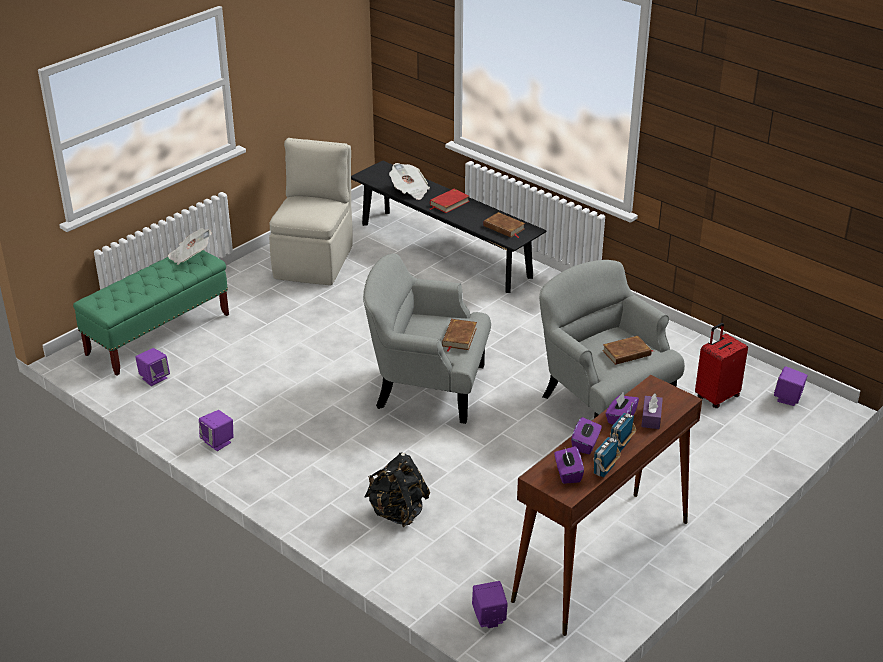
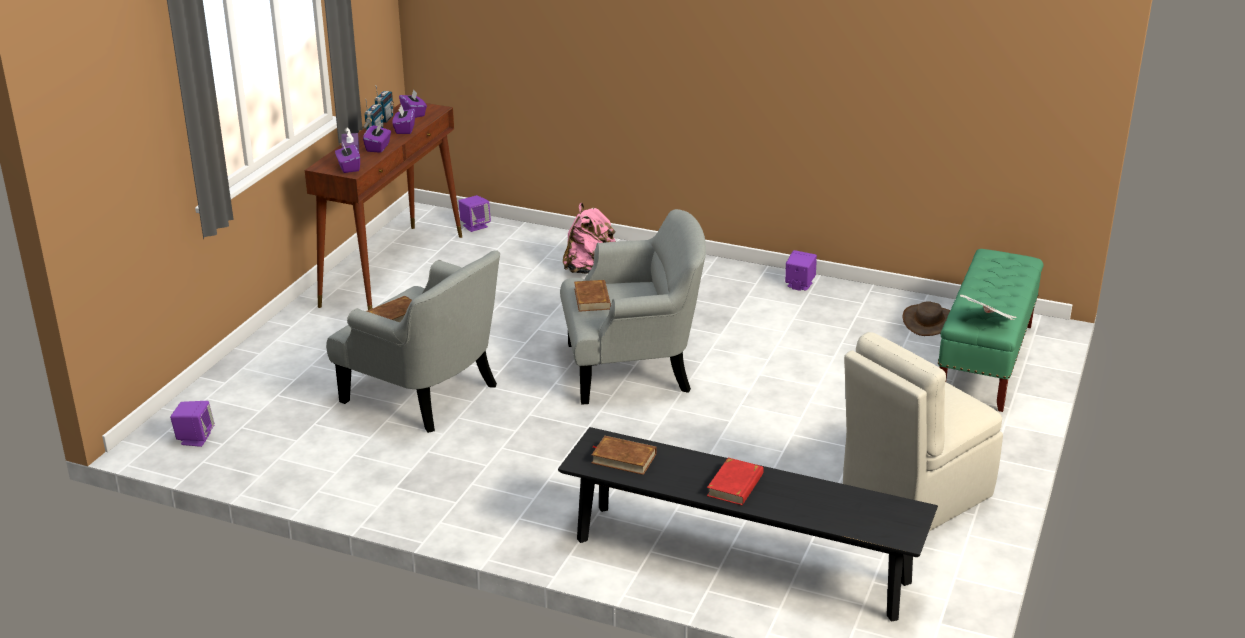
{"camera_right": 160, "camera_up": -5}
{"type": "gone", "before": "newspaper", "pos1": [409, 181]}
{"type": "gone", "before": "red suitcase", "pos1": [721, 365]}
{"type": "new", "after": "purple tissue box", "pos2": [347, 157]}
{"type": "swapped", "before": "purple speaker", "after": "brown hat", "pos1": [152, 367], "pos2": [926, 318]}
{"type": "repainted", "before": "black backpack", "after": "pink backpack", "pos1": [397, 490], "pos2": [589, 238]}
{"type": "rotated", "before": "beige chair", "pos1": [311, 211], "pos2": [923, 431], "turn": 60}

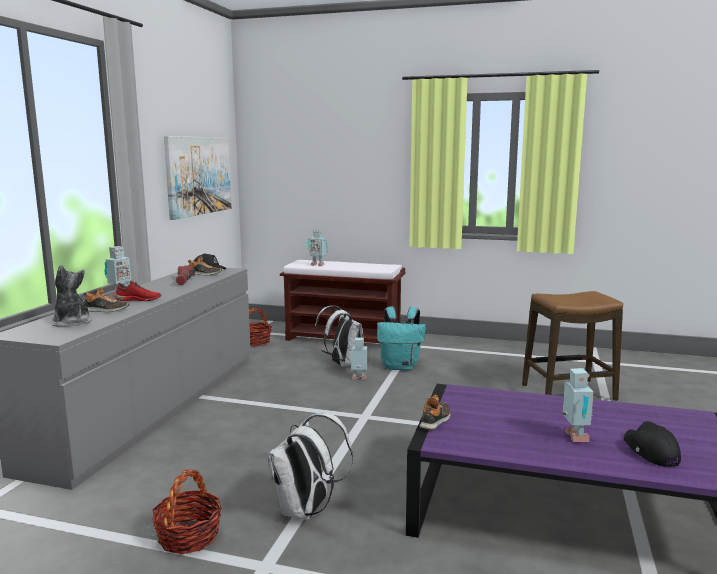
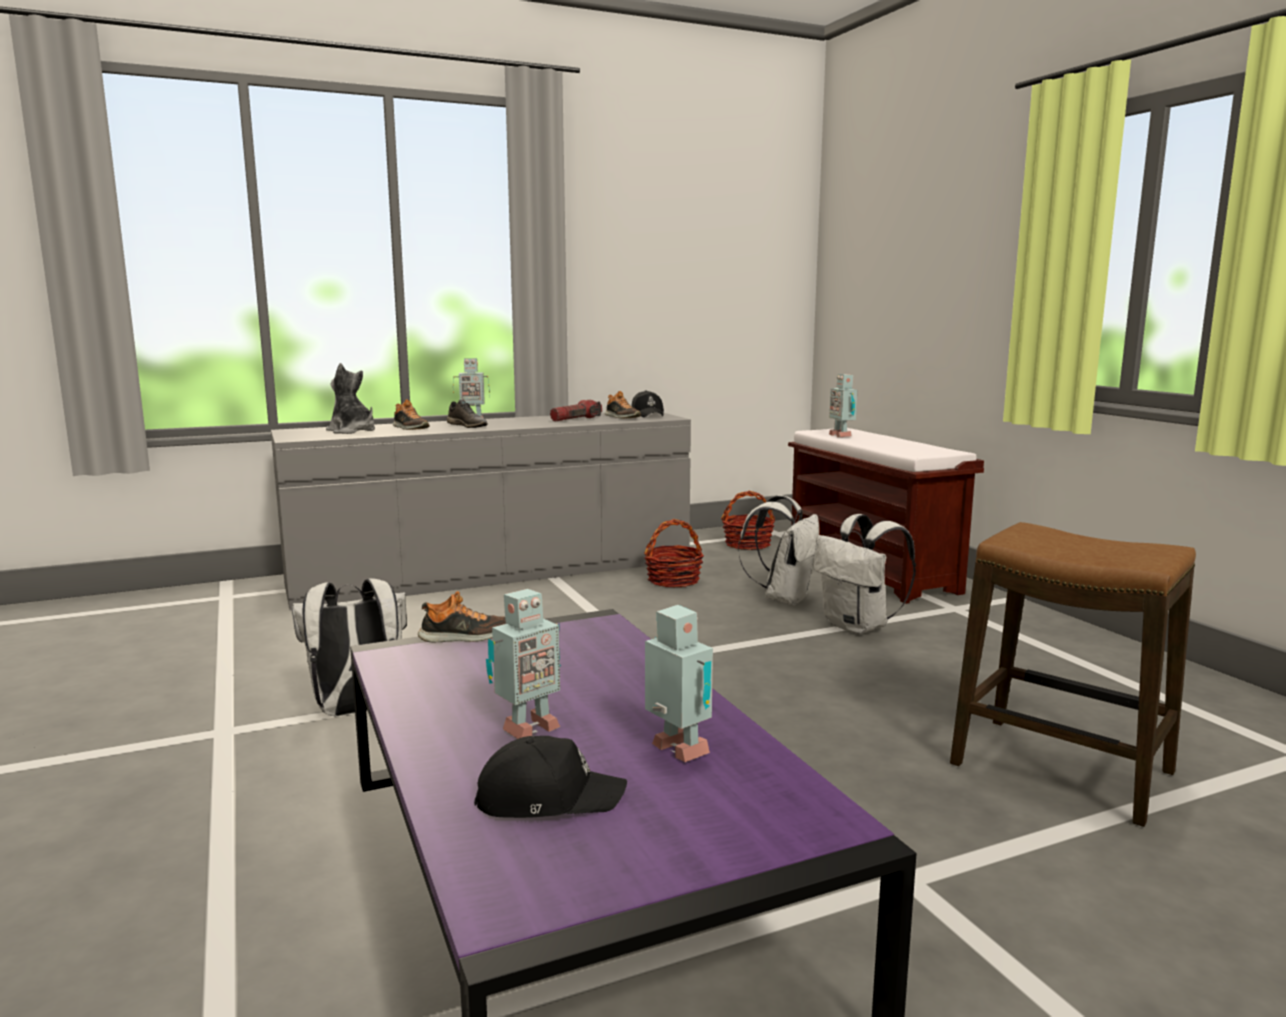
{"camera_right": 50, "camera_up": 0}
{"type": "gone", "before": "picture", "pos1": [197, 178]}
{"type": "shifted", "before": "basket", "pos1": [186, 511], "pos2": [674, 553]}
{"type": "shifted", "before": "toy robot", "pos1": [359, 358], "pos2": [679, 683]}
{"type": "repainted", "before": "red shoe", "after": "grey shoe", "pos1": [138, 291], "pos2": [467, 414]}
{"type": "repainted", "before": "turquoise backpack", "after": "white backpack", "pos1": [401, 338], "pos2": [864, 574]}
{"type": "rotated", "before": "plush toy", "pos1": [72, 296], "pos2": [350, 398], "turn": -60}
{"type": "rotated", "before": "black cap", "pos1": [652, 444], "pos2": [550, 777], "turn": 45}

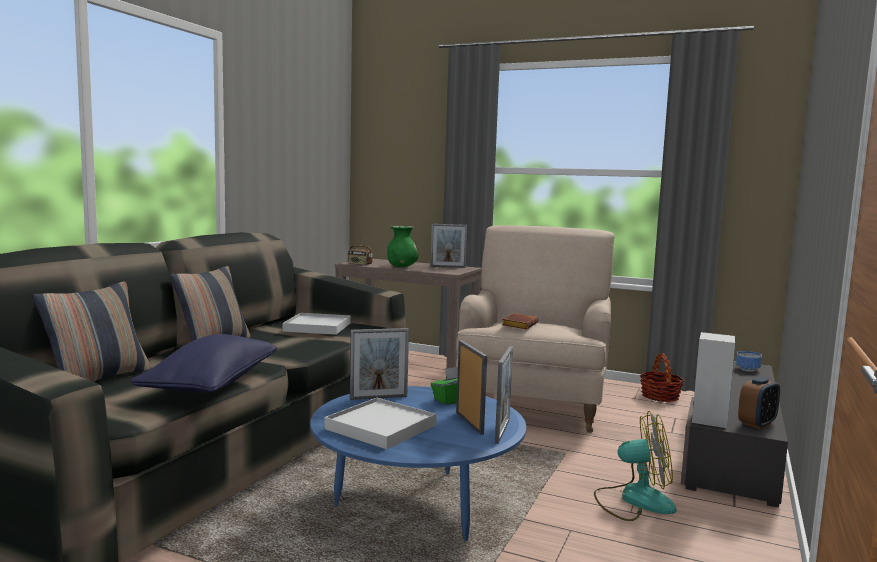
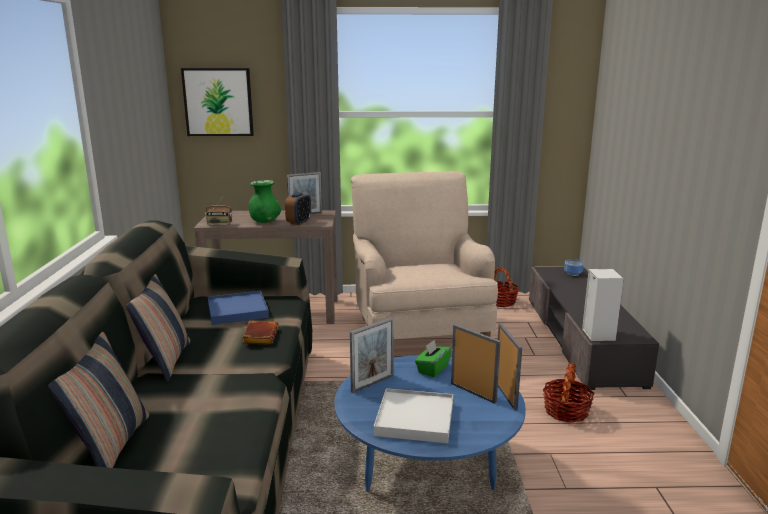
{"camera_right": -25, "camera_up": 10}
{"type": "gone", "before": "blue pillow", "pos1": [204, 363]}
{"type": "new", "after": "picture", "pos2": [217, 102]}
{"type": "shifted", "before": "brown book", "pos1": [520, 321], "pos2": [260, 333]}
{"type": "shifted", "before": "alarm clock", "pos1": [759, 403], "pos2": [298, 208]}
{"type": "swapped", "before": "fan", "after": "basket", "pos1": [635, 466], "pos2": [568, 393]}
{"type": "repainted", "before": "white tray", "after": "blue tray", "pos1": [316, 324], "pos2": [238, 308]}

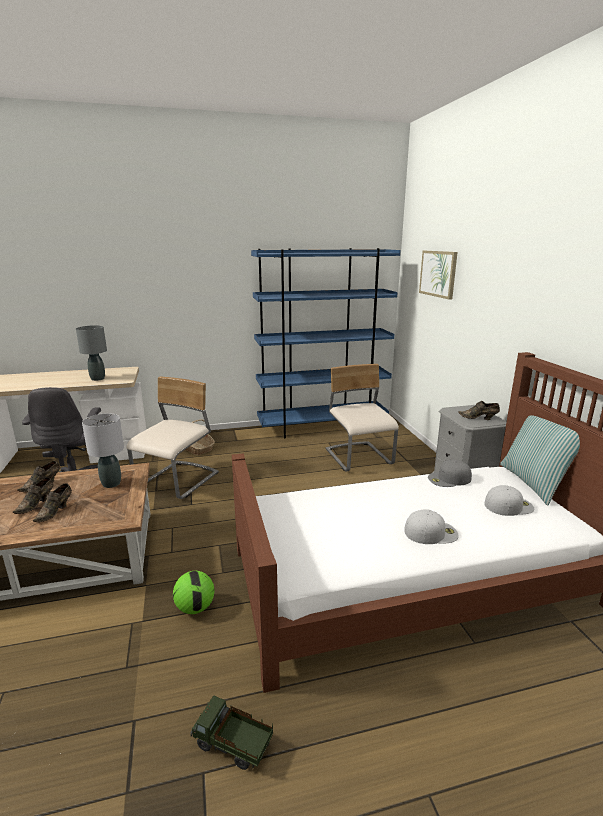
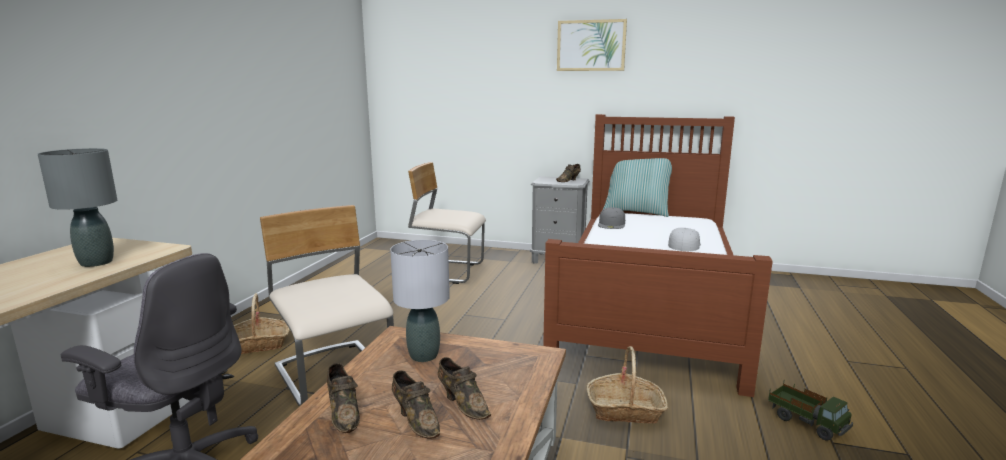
{"camera_right": -60, "camera_up": -5}
{"type": "gone", "before": "blue bookcase", "pos1": [326, 343]}
{"type": "gone", "before": "white cap", "pos1": [509, 500]}
{"type": "shifted", "before": "picture", "pos1": [438, 275], "pos2": [592, 45]}
{"type": "swapped", "before": "football", "after": "basket", "pos1": [193, 592], "pos2": [627, 385]}
{"type": "rotated", "before": "toy truck", "pos1": [231, 733], "pos2": [810, 410], "turn": -90}

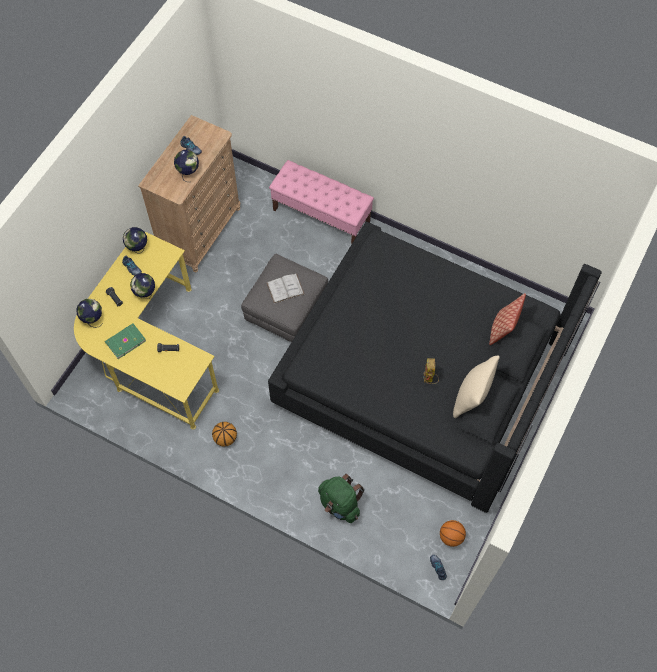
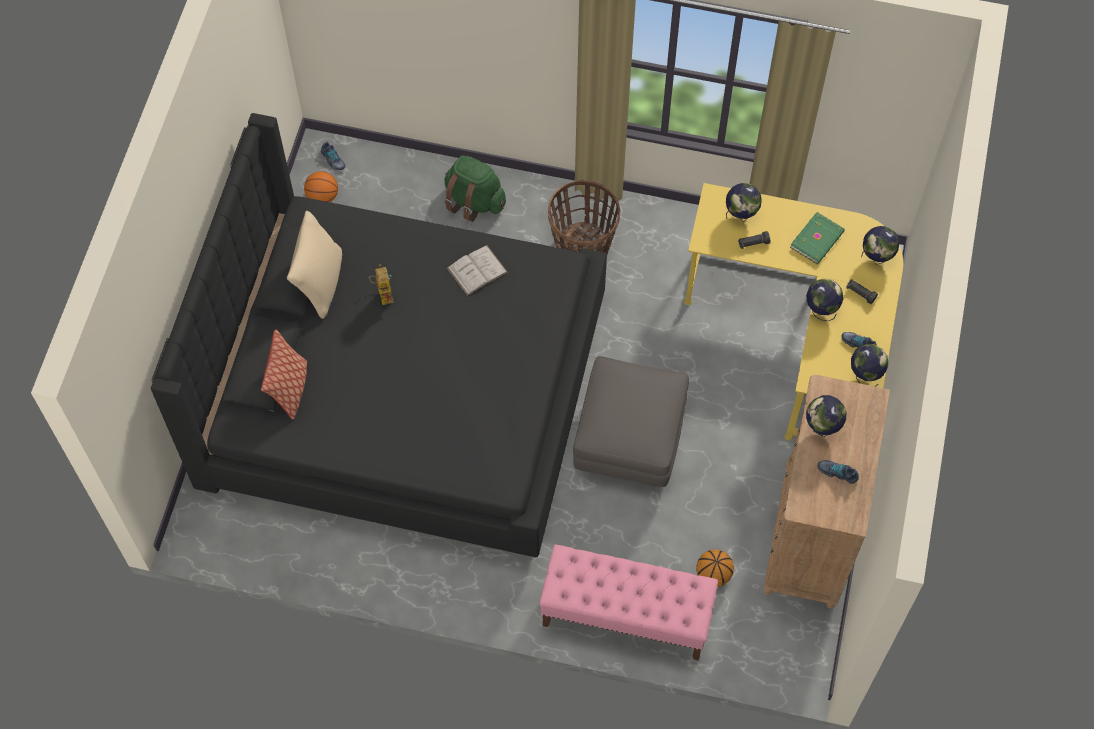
{"camera_right": 165, "camera_up": 0}
{"type": "new", "after": "basket", "pos2": [584, 217]}
{"type": "new", "after": "globe", "pos2": [744, 202]}
{"type": "shifted", "before": "basketball", "pos1": [224, 434], "pos2": [715, 568]}
{"type": "shifted", "before": "white book", "pos1": [285, 288], "pos2": [477, 270]}

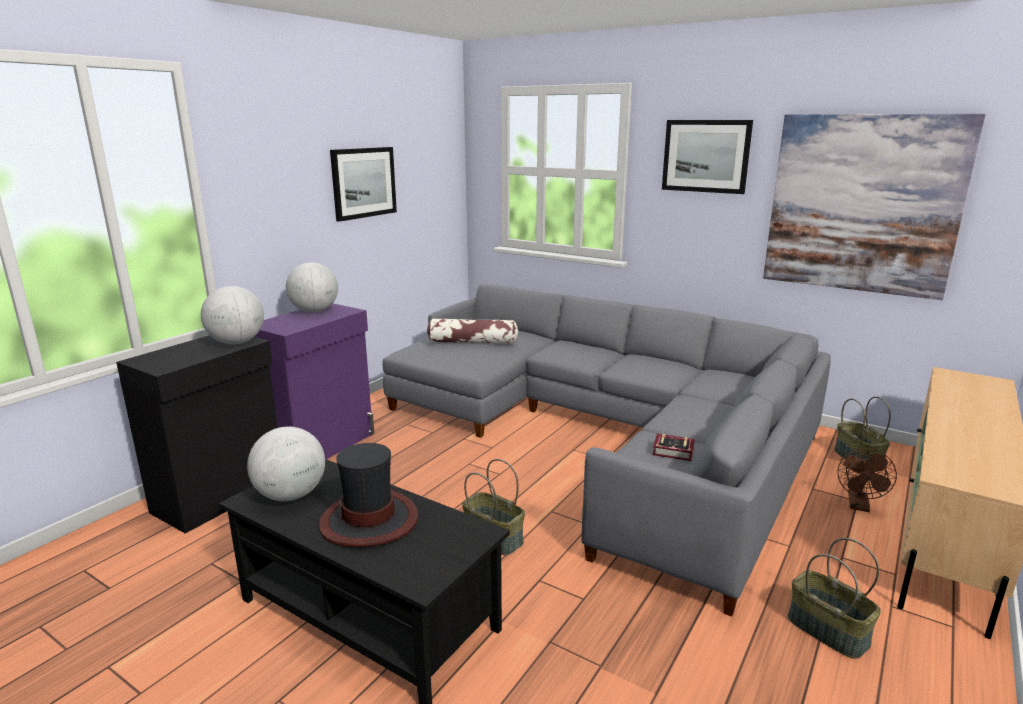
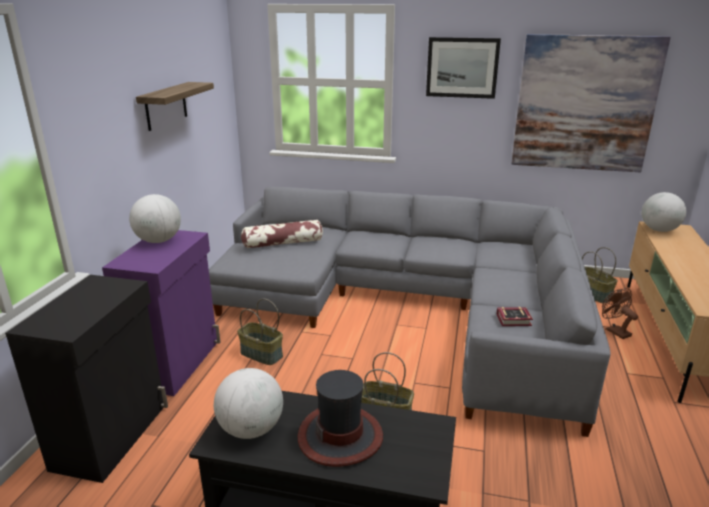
{"camera_right": -20, "camera_up": 5}
{"type": "shifted", "before": "globe", "pos1": [232, 315], "pos2": [664, 212]}
{"type": "shifted", "before": "basket", "pos1": [834, 598], "pos2": [260, 332]}
{"type": "swapped", "before": "picture", "after": "shelf", "pos1": [363, 184], "pos2": [175, 106]}
{"type": "rotated", "before": "brown fan", "pos1": [867, 480], "pos2": [620, 313], "turn": 150}

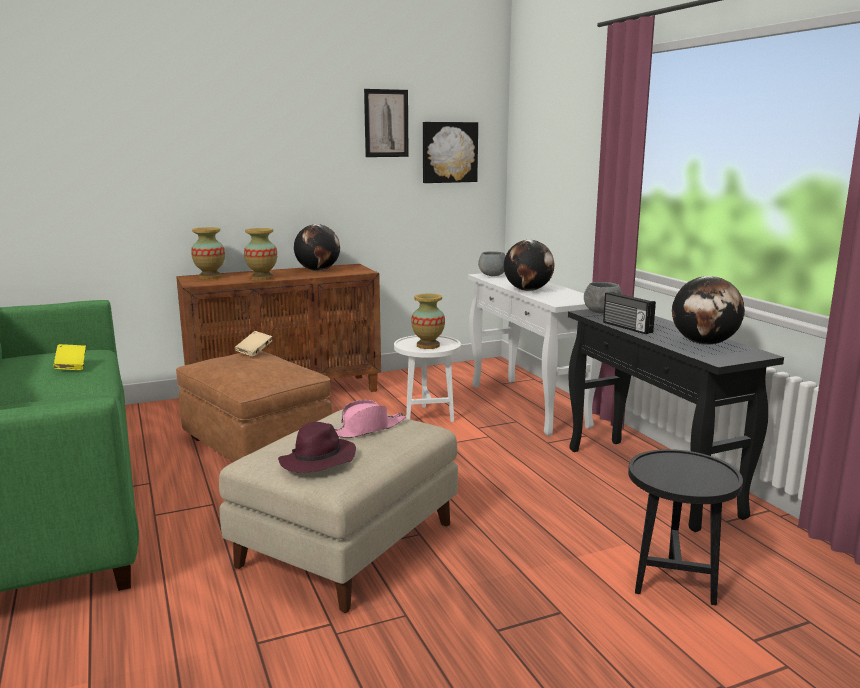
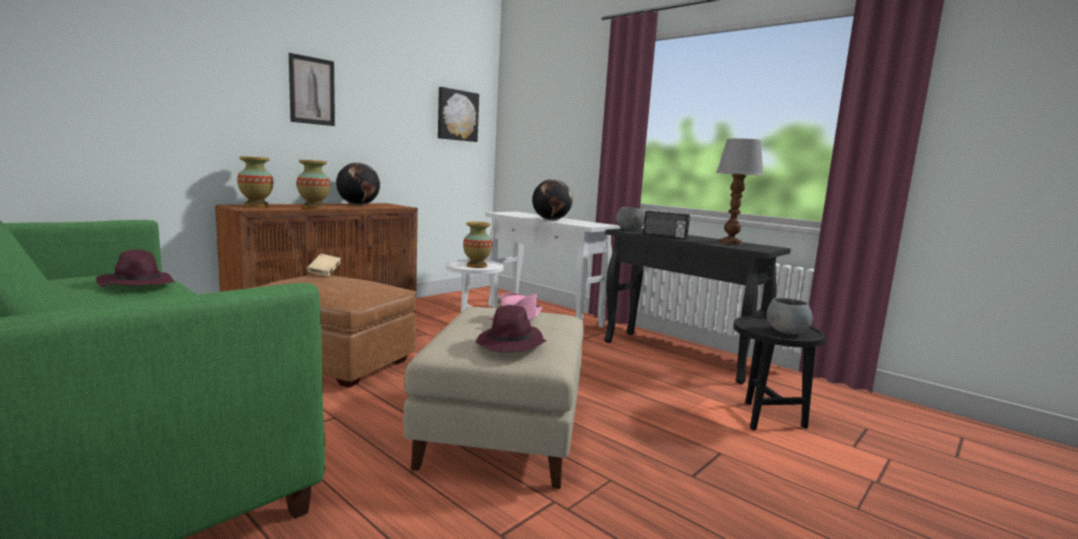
{"camera_right": -25, "camera_up": -5}
{"type": "shifted", "before": "picture", "pos1": [386, 123], "pos2": [312, 89]}
{"type": "shifted", "before": "grey bowl", "pos1": [492, 263], "pos2": [790, 316]}
{"type": "swapped", "before": "yellow book", "after": "purple hat", "pos1": [69, 357], "pos2": [135, 268]}
{"type": "swapped", "before": "globe", "after": "table lamp", "pos1": [708, 310], "pos2": [739, 191]}

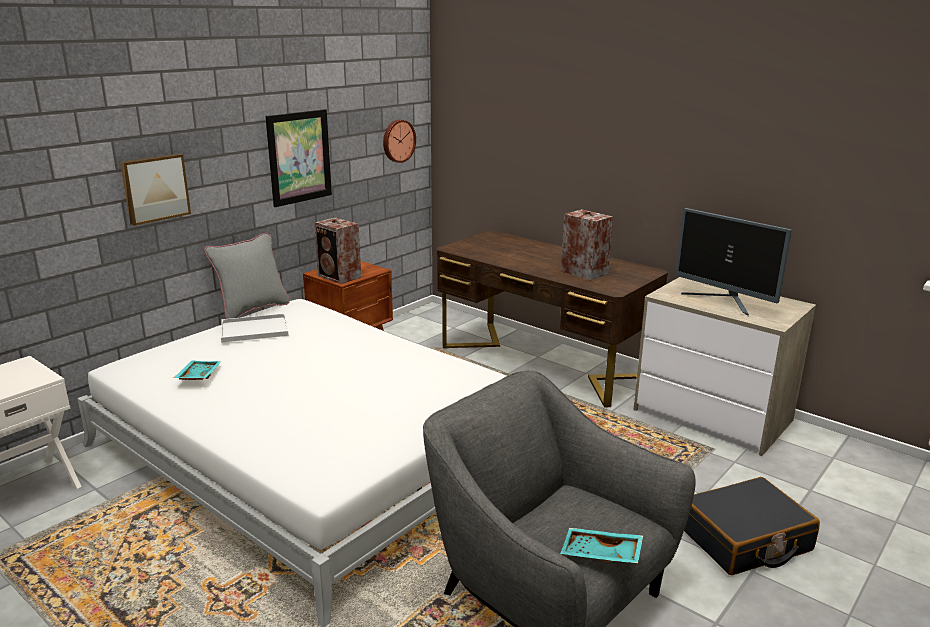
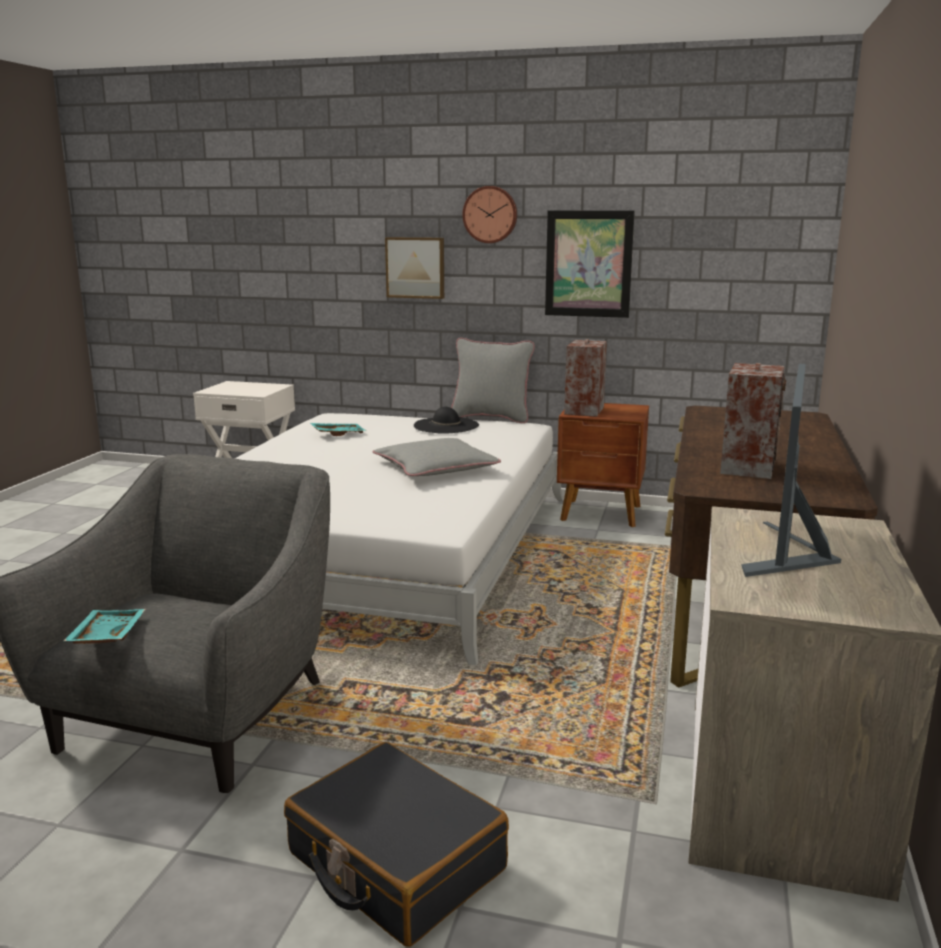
{"camera_right": 65, "camera_up": -5}
{"type": "new", "after": "grey pillow", "pos2": [437, 457]}
{"type": "shifted", "before": "wall clock", "pos1": [399, 141], "pos2": [489, 214]}
{"type": "swapped", "before": "white tray", "after": "black hat", "pos1": [255, 327], "pos2": [446, 420]}

